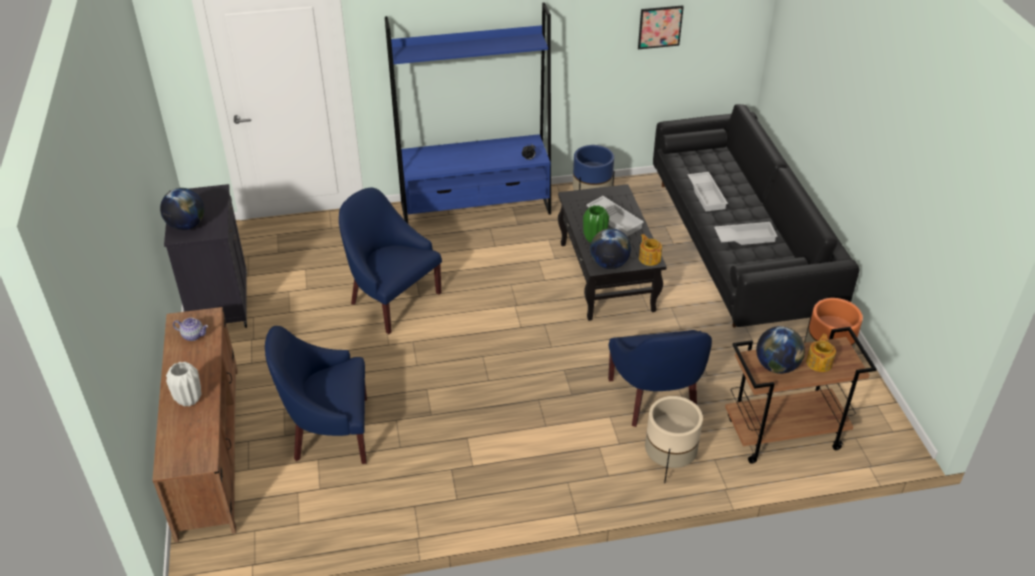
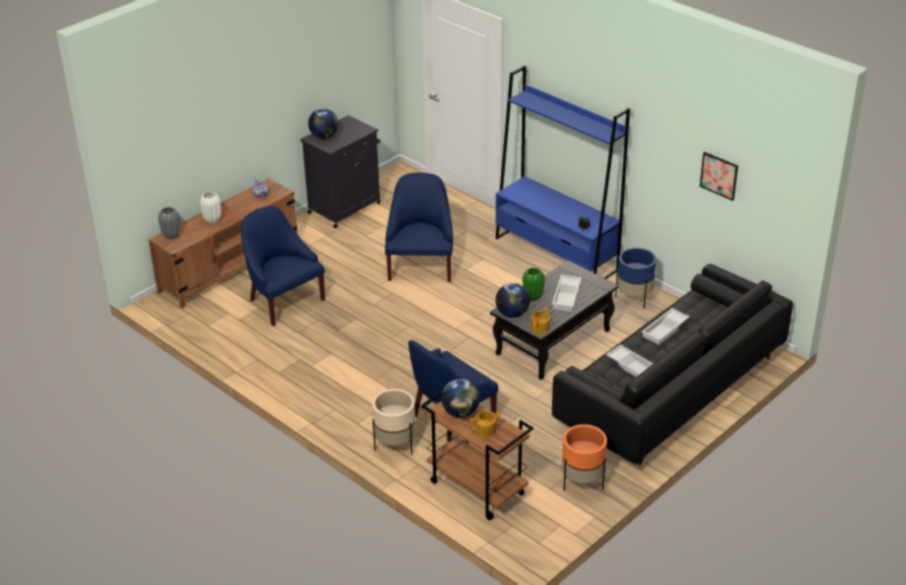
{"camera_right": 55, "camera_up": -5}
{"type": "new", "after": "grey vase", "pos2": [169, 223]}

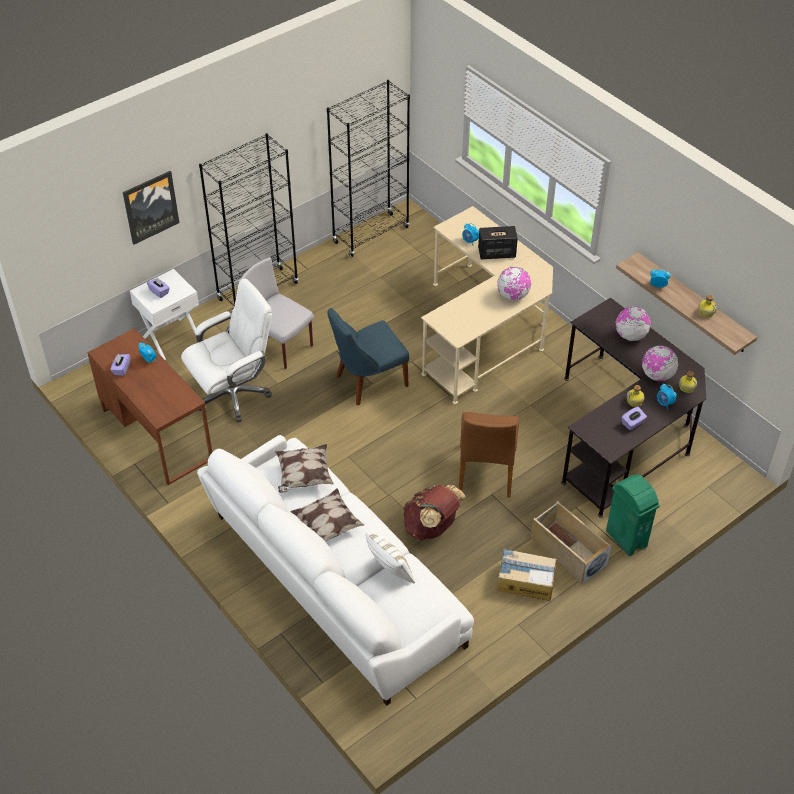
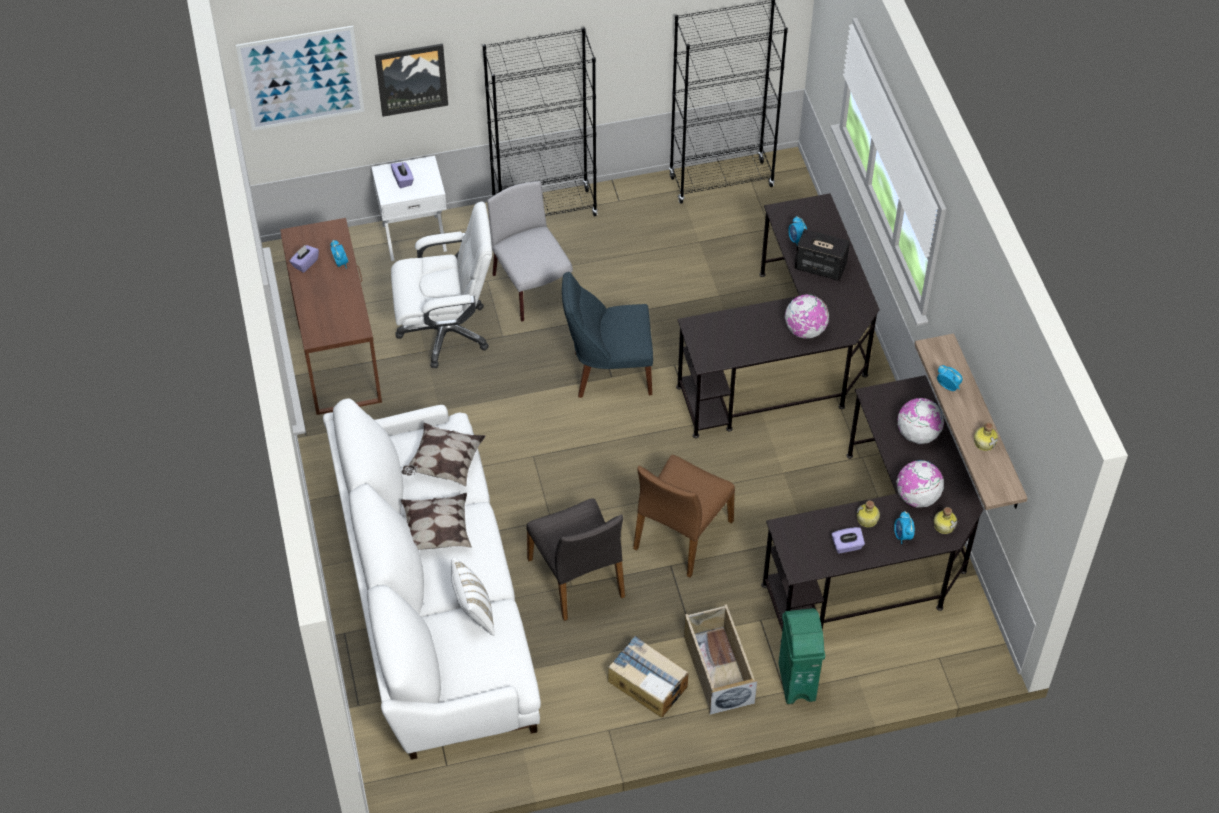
{"camera_right": 25, "camera_up": 5}
{"type": "new", "after": "picture", "pos2": [300, 78]}
{"type": "swapped", "before": "brown backpack", "after": "grey chair", "pos1": [434, 512], "pos2": [576, 559]}
{"type": "repainted", "before": "beige desk", "after": "black desk", "pos1": [487, 305], "pos2": [778, 315]}

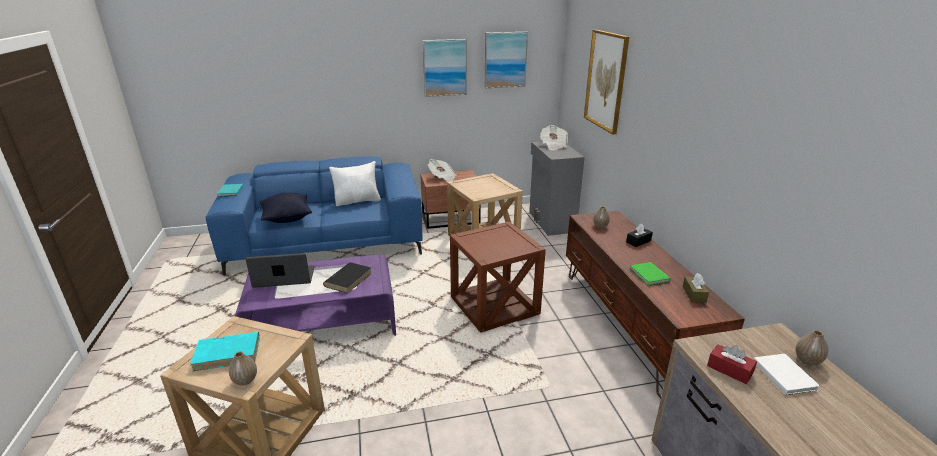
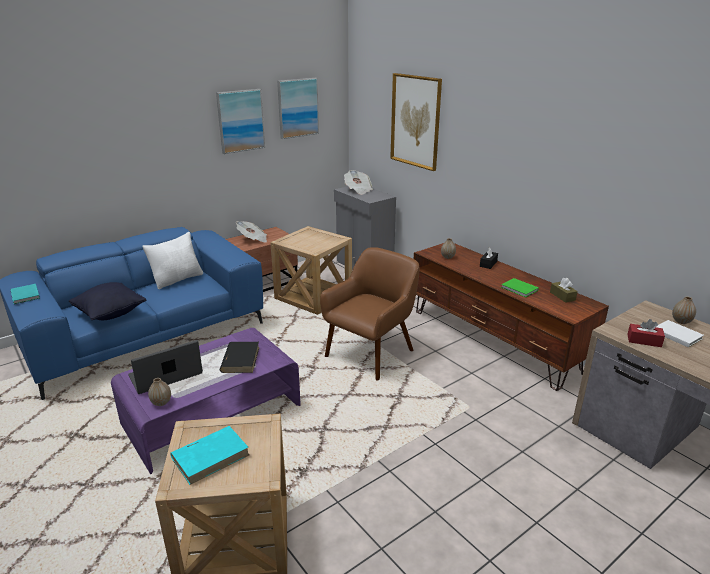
{"camera_right": -25, "camera_up": 0}
{"type": "shifted", "before": "vase", "pos1": [243, 368], "pos2": [159, 392]}
{"type": "swapped", "before": "brown side table", "after": "brown armchair", "pos1": [498, 277], "pos2": [369, 314]}

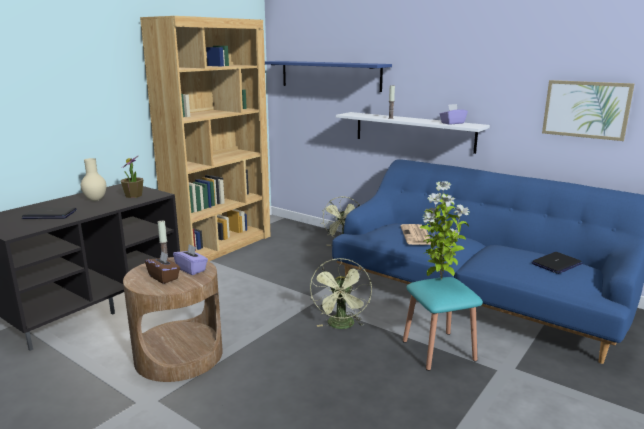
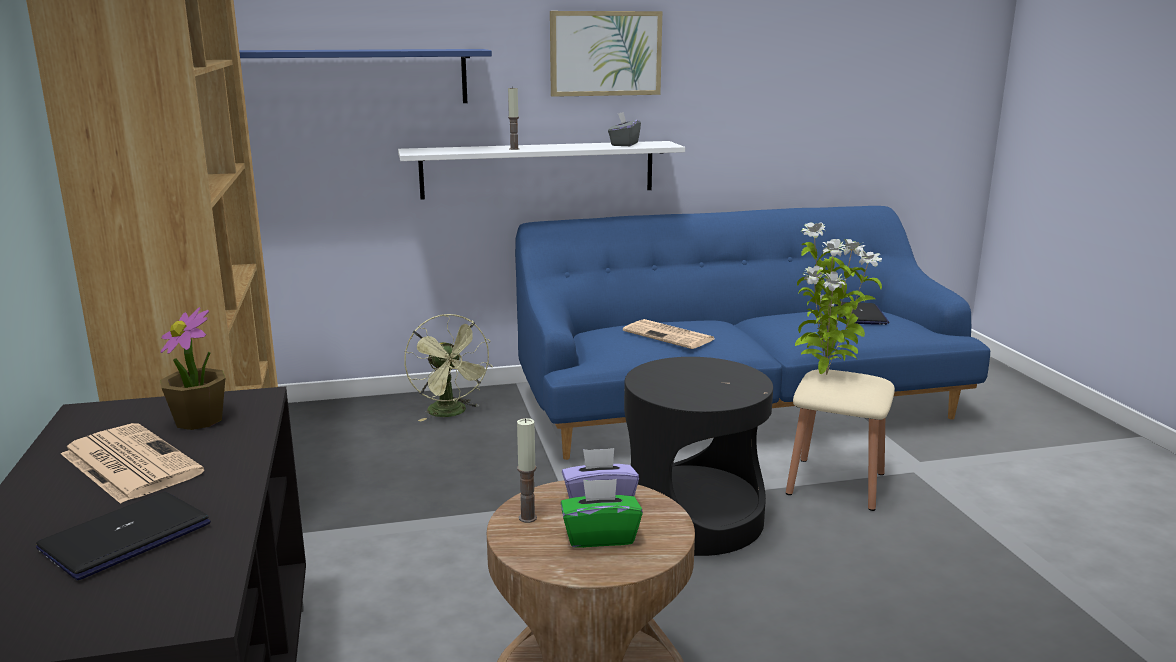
{"camera_right": -50, "camera_up": 0}
{"type": "shifted", "before": "picture", "pos1": [588, 110], "pos2": [606, 54]}
{"type": "swapped", "before": "beige vase", "after": "newspaper", "pos1": [93, 179], "pos2": [132, 463]}
{"type": "swapped", "before": "green fan", "after": "black side table", "pos1": [341, 293], "pos2": [698, 456]}
{"type": "repainted", "before": "brown tissue box", "after": "green tissue box", "pos1": [162, 267], "pos2": [602, 513]}
{"type": "repainted", "before": "turquoise stool", "after": "beige stool", "pos1": [443, 324], "pos2": [840, 440]}
{"type": "repainted", "before": "purple tissue box", "after": "grey tissue box", "pos1": [454, 114], "pos2": [624, 129]}

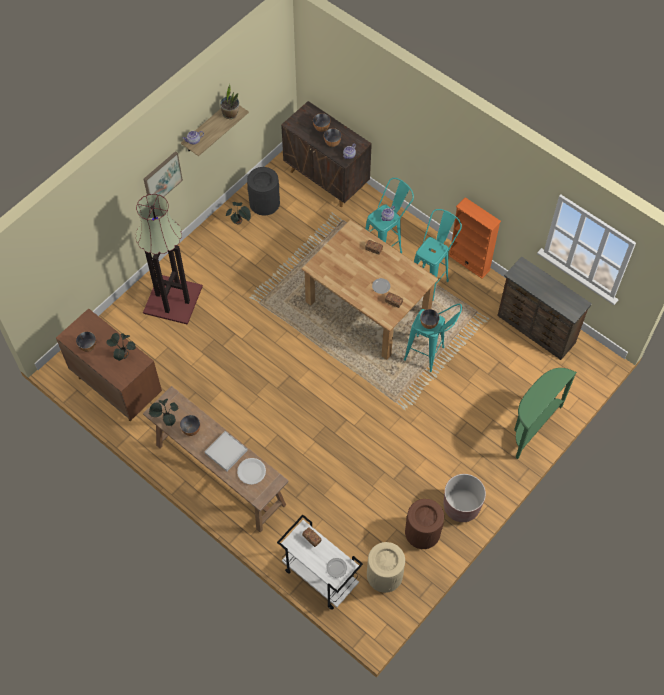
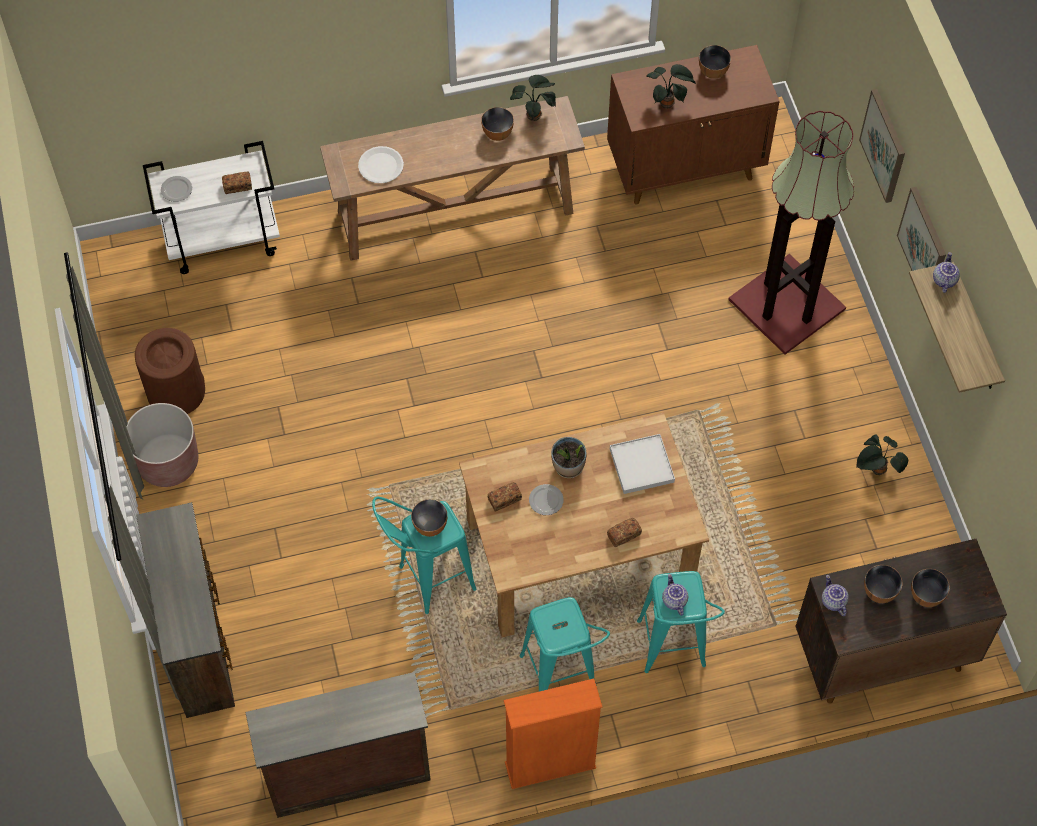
{"camera_right": 125, "camera_up": 0}
{"type": "gone", "before": "black trash can", "pos1": [263, 191]}
{"type": "gone", "before": "beige trash can", "pos1": [386, 567]}
{"type": "new", "after": "picture", "pos2": [882, 146]}
{"type": "shifted", "before": "white tray", "pos1": [226, 451], "pos2": [642, 464]}
{"type": "shifted", "before": "potted plant", "pos1": [229, 101], "pos2": [568, 457]}
{"type": "swapped", "before": "green console table", "after": "brown dresser", "pos1": [545, 413], "pos2": [185, 610]}

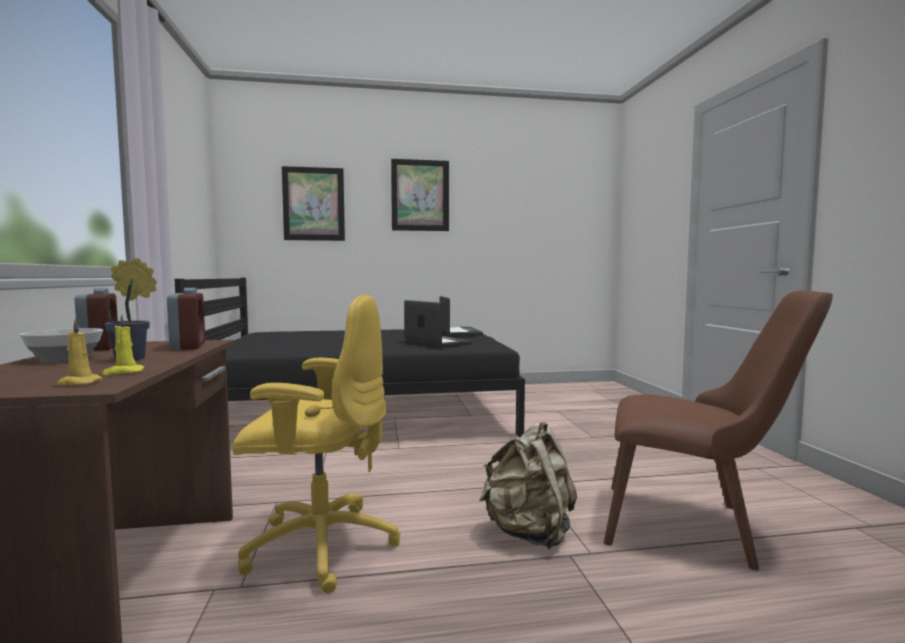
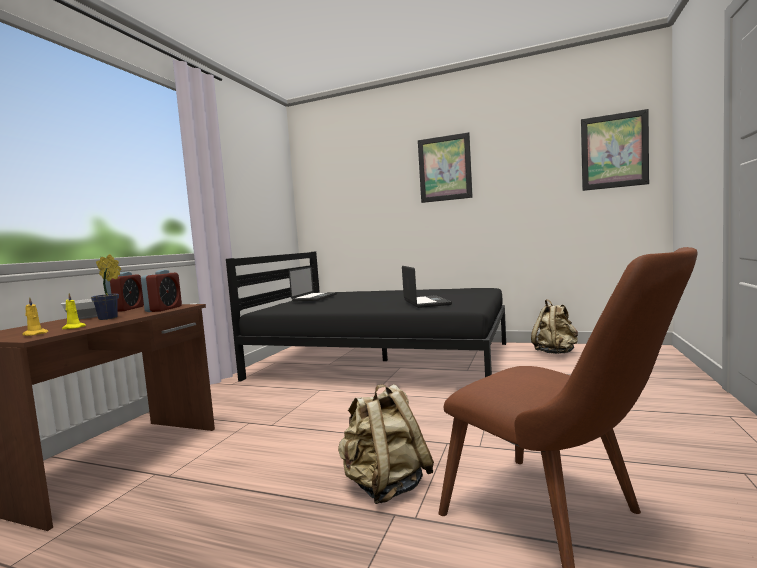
{"camera_right": 30, "camera_up": 0}
{"type": "gone", "before": "yellow office chair", "pos1": [316, 443]}
{"type": "new", "after": "beige backpack", "pos2": [554, 326]}
{"type": "shifted", "before": "picture", "pos1": [313, 203], "pos2": [615, 150]}
{"type": "shifted", "before": "laptop", "pos1": [461, 316], "pos2": [313, 284]}

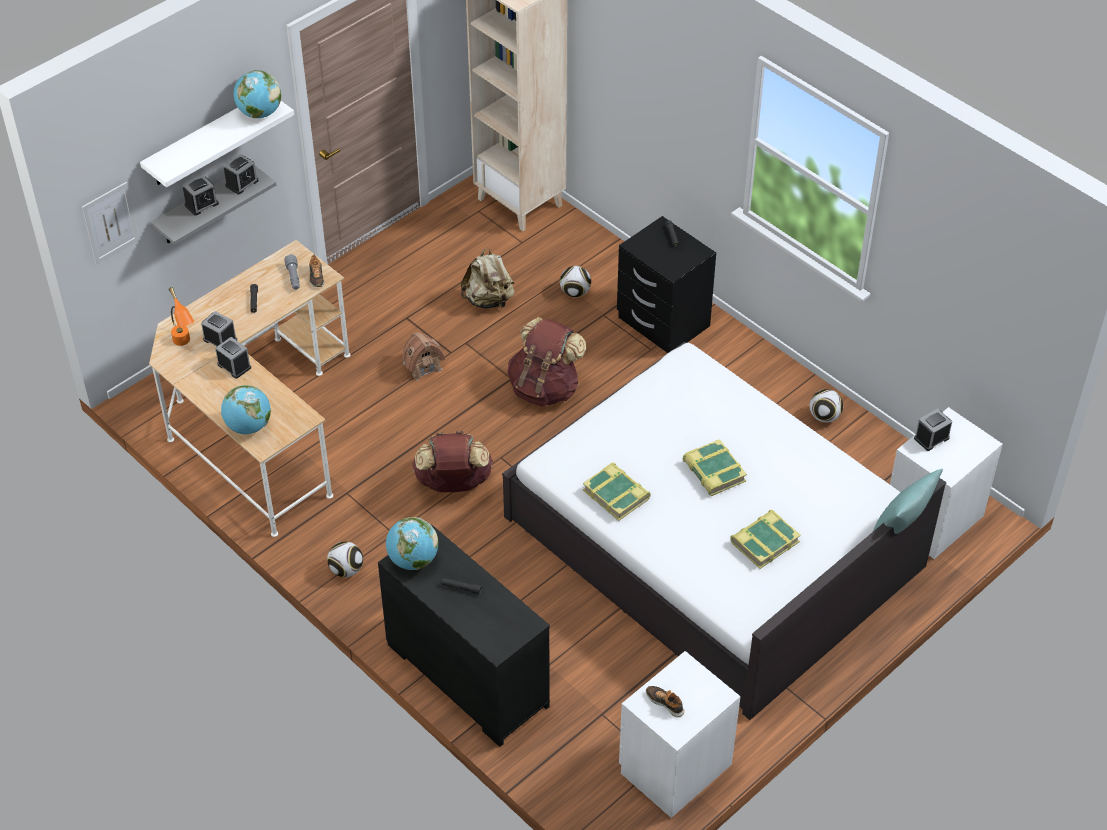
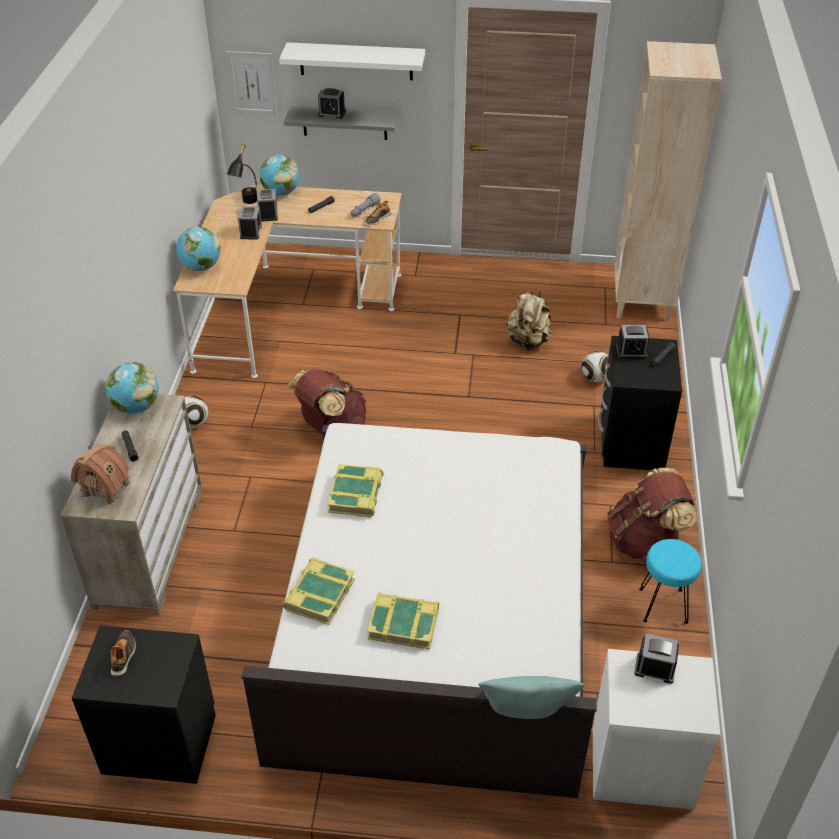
{"camera_right": 50, "camera_up": -5}
{"type": "shifted", "before": "alarm clock", "pos1": [241, 174], "pos2": [632, 341]}
{"type": "shifted", "before": "globe", "pos1": [257, 94], "pos2": [280, 175]}
{"type": "shifted", "before": "toy house", "pos1": [423, 356], "pos2": [100, 475]}
{"type": "shifted", "before": "brown backpack", "pos1": [546, 362], "pos2": [652, 515]}
{"type": "shifted", "before": "book", "pos1": [715, 467], "pos2": [318, 591]}
{"type": "swapped", "before": "football", "after": "turquoise stool", "pos1": [826, 406], "pos2": [671, 581]}
{"type": "repainted", "before": "orange table lamp", "after": "black table lamp", "pos1": [181, 316], "pos2": [242, 174]}
{"type": "repainted", "before": "black dresser", "after": "beige dresser", "pos1": [464, 635], "pos2": [131, 505]}
{"type": "repainted", "before": "white nightstand", "after": "black nightstand", "pos1": [680, 734], "pos2": [144, 704]}

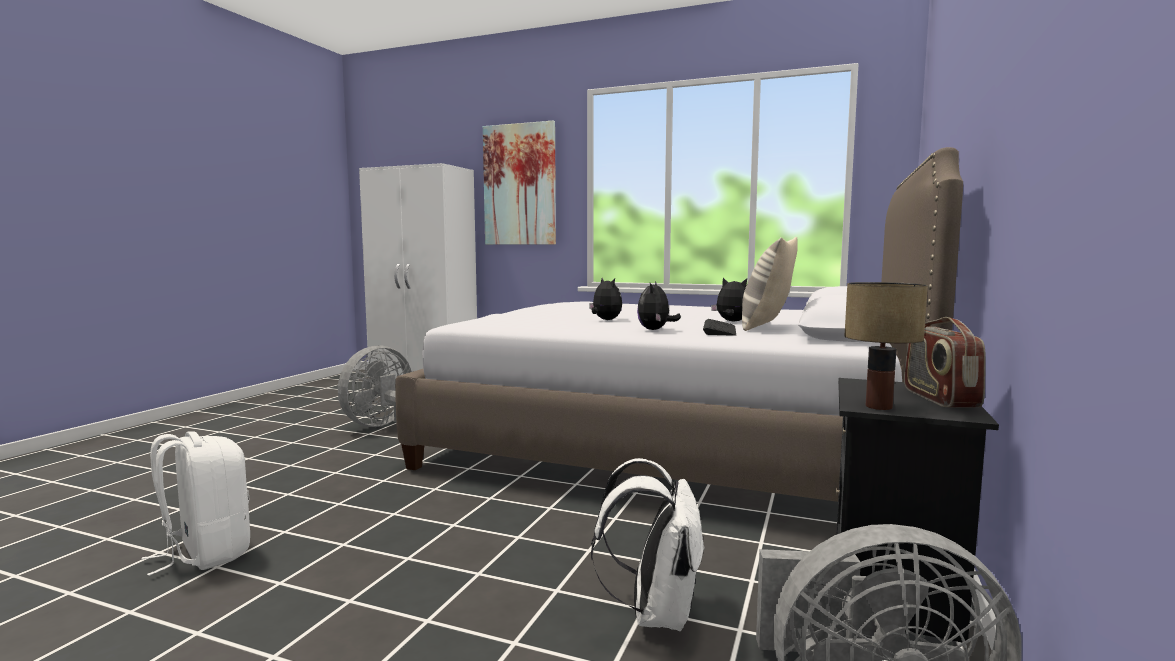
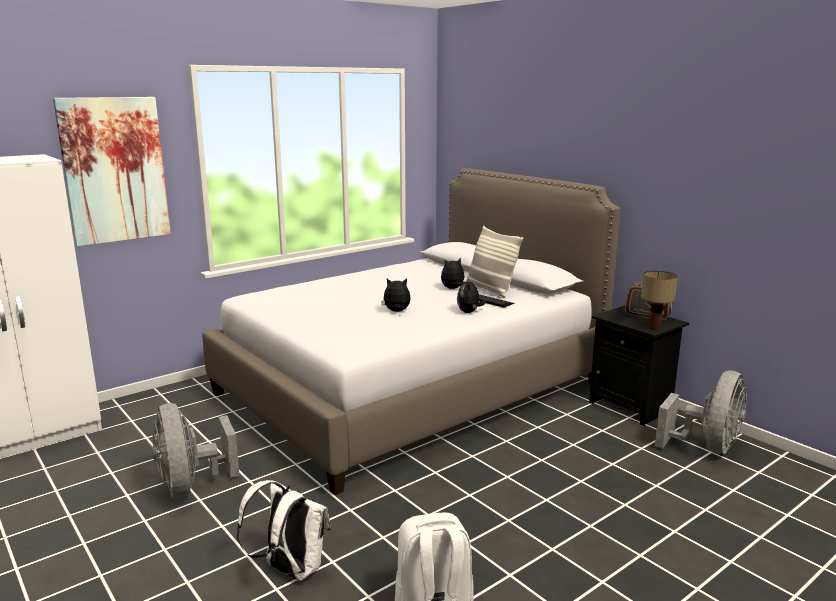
{"camera_right": -60, "camera_up": 10}
{"type": "shifted", "before": "white backpack", "pos1": [648, 544], "pos2": [284, 530]}
{"type": "rotated", "before": "plush toy", "pos1": [659, 305], "pos2": [471, 295], "turn": 45}

